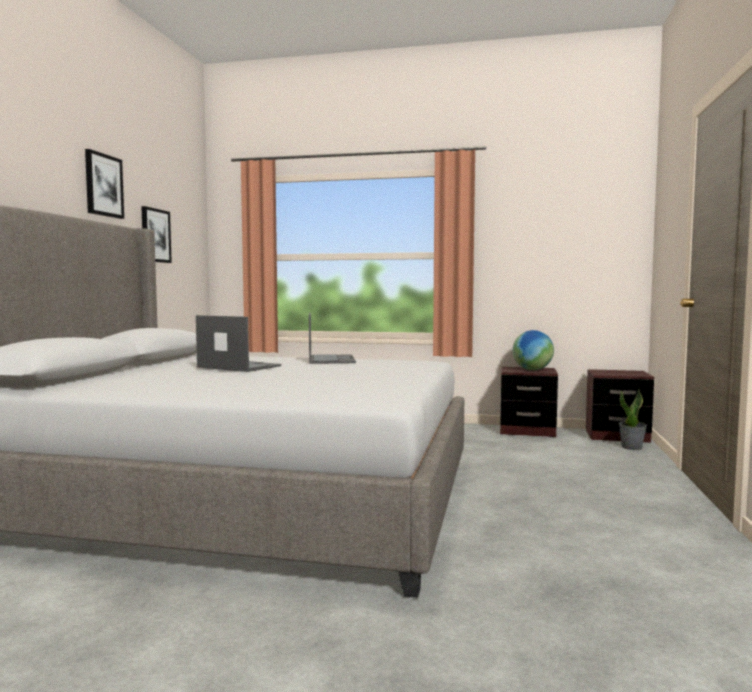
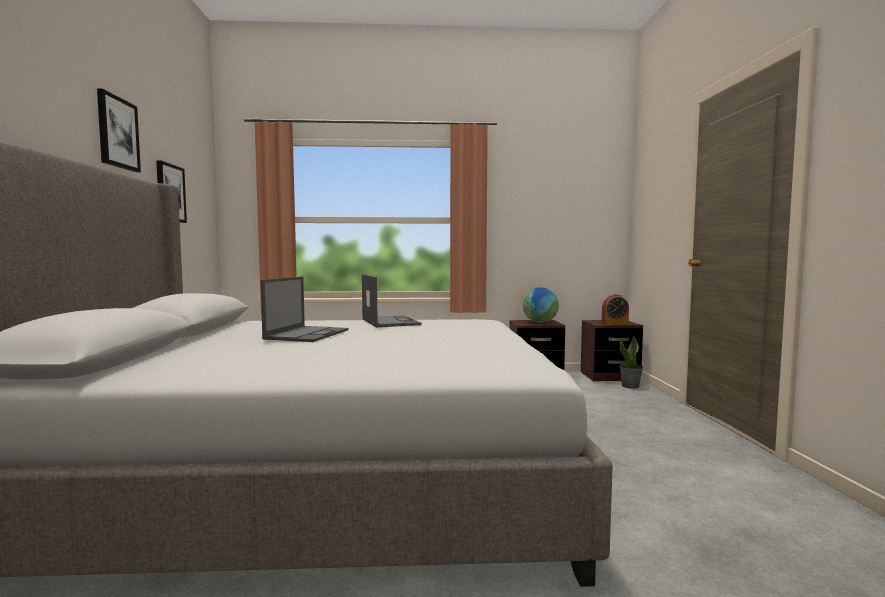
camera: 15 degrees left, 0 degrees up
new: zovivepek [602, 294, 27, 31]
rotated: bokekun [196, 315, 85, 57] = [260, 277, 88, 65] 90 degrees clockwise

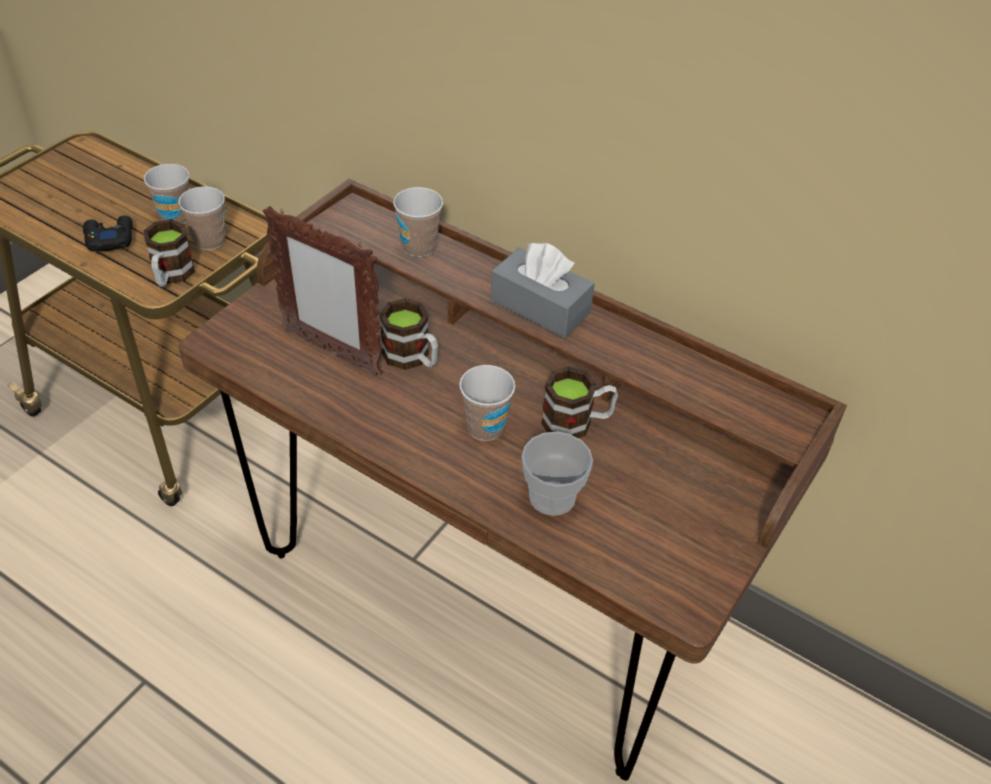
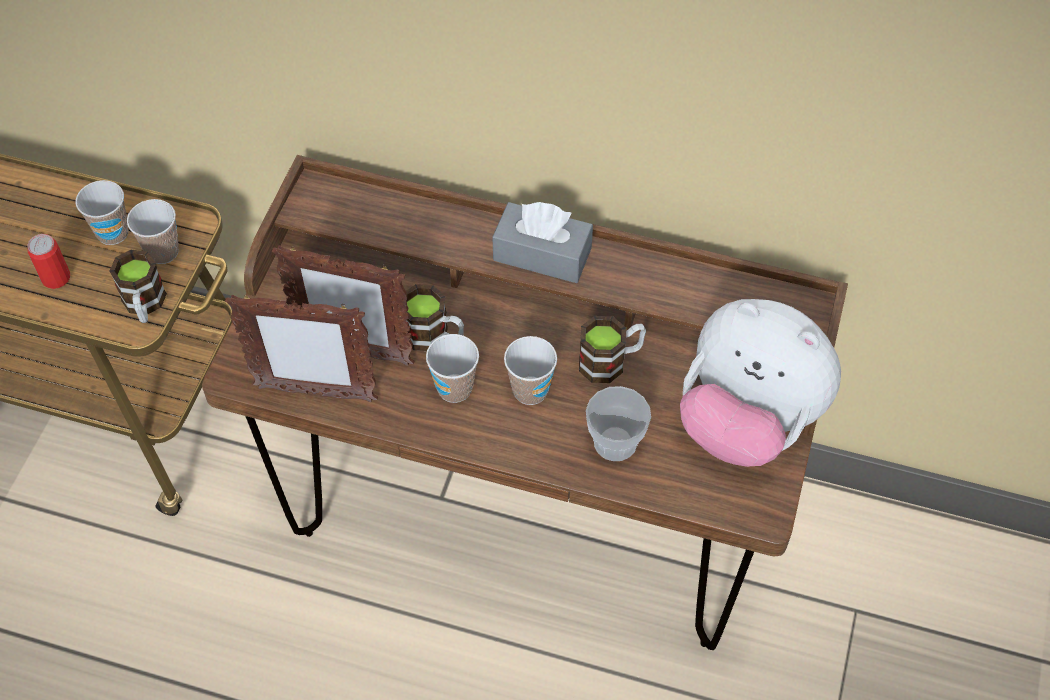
camera: 15 degrees left, 10 degrees up
new: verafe [225, 294, 153, 108]; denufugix [680, 299, 161, 168]
shifted: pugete [393, 187, 50, 70] to [426, 334, 53, 69]
swapped: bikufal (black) [83, 215, 50, 37] to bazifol [28, 234, 42, 55]

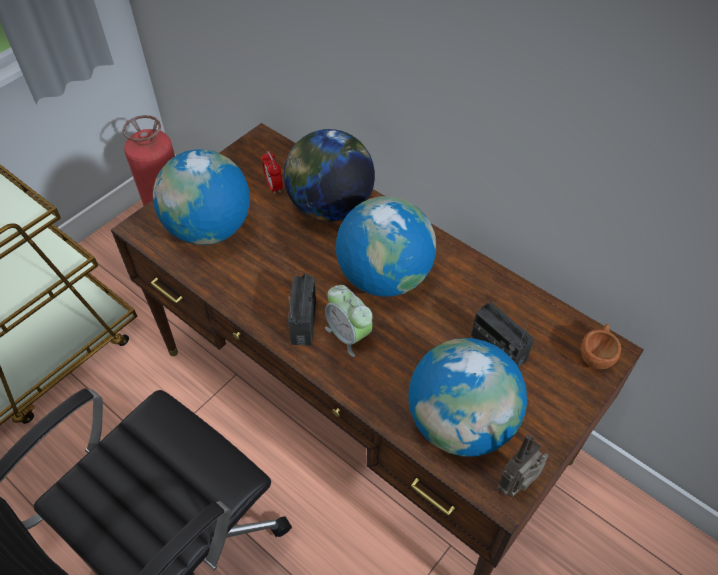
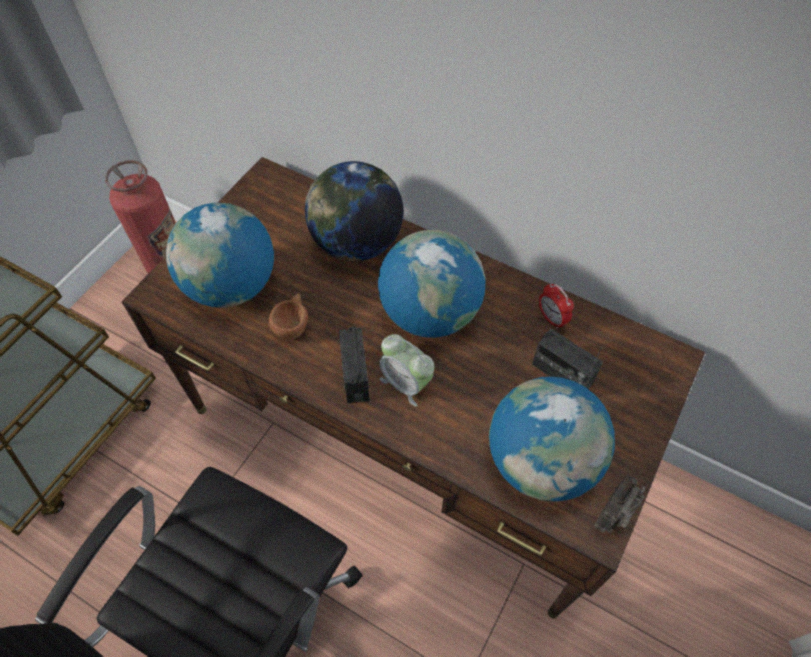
camera: 10 degrees left, 5 degrees up
shifted: zovivepek [261, 151, 22, 43] to [539, 283, 35, 46]; pugete (brown) [581, 324, 40, 45] to [269, 293, 39, 46]

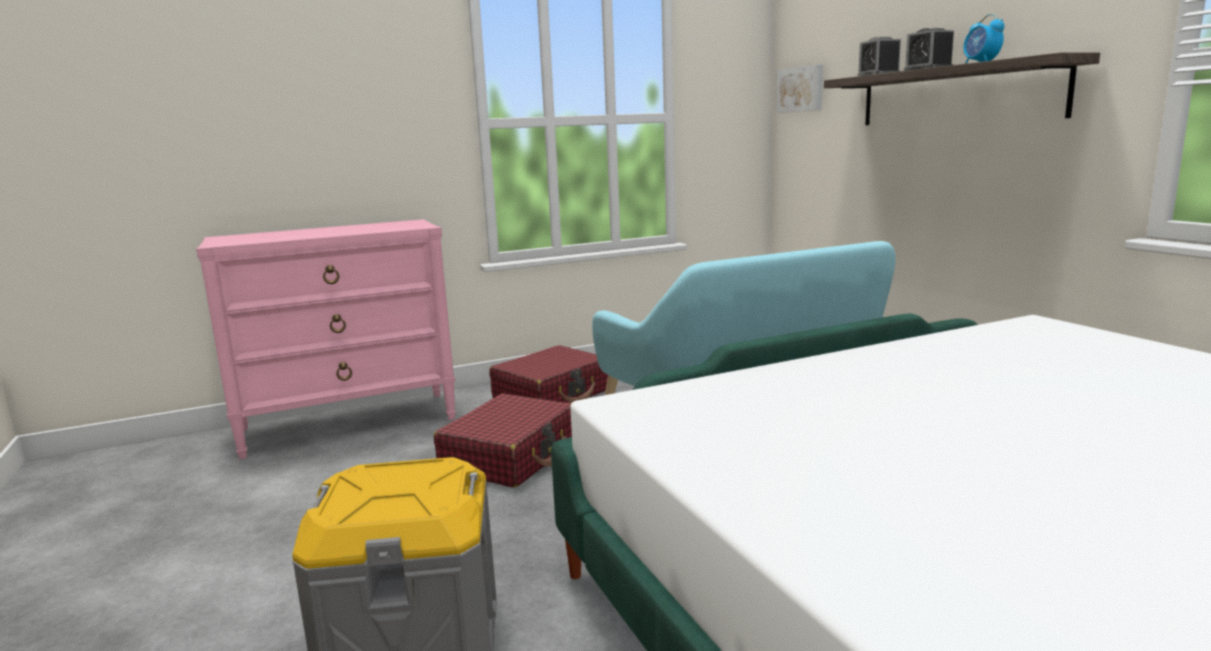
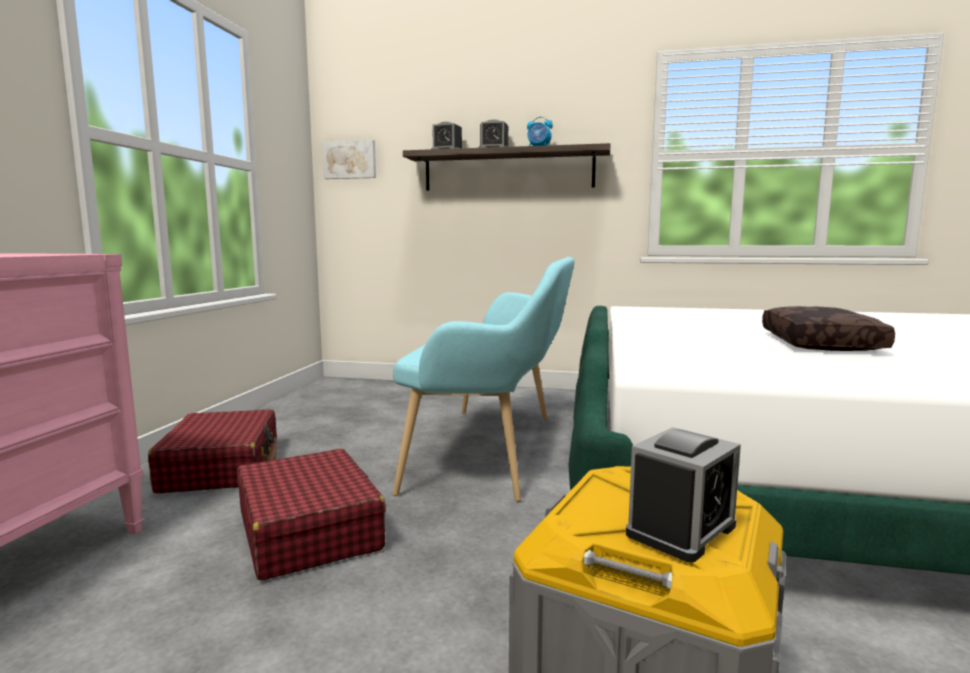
camera: 55 degrees left, 5 degrees down
new: zovivepek [626, 427, 115, 135]; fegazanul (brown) [762, 306, 133, 45]

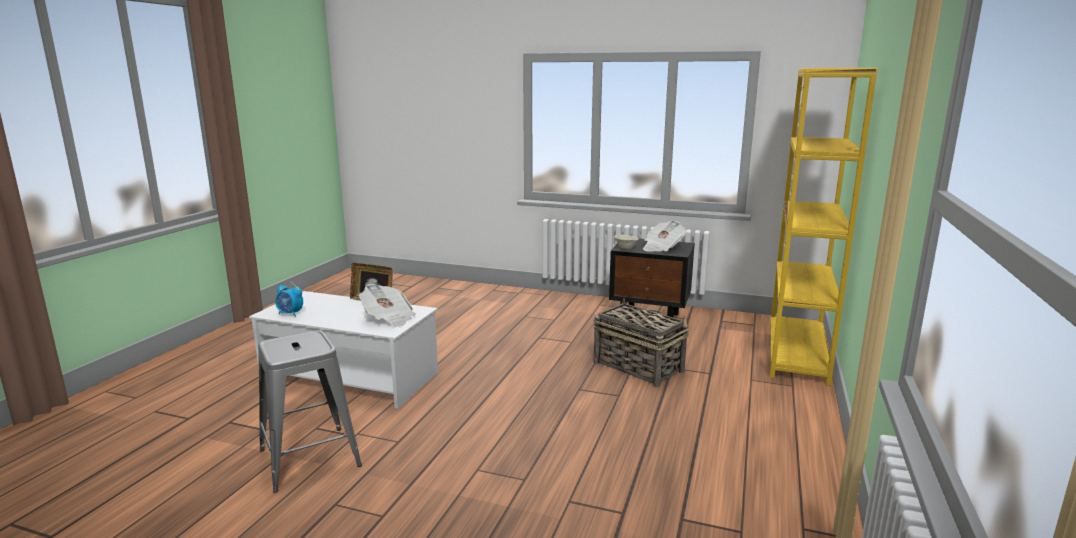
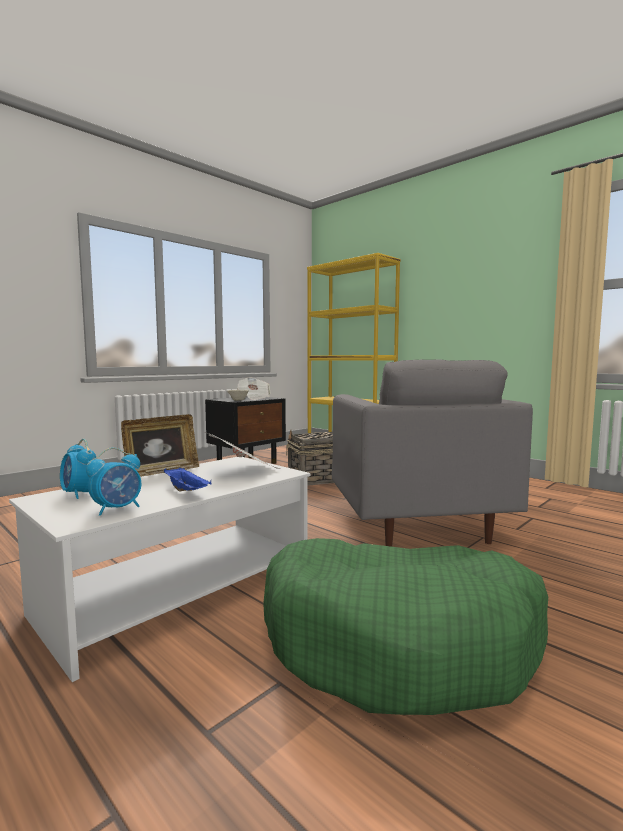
camera: 65 degrees left, 10 degrees down
new: zovivepek [60, 439, 36, 60]; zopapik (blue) [164, 468, 48, 24]; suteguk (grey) [332, 360, 201, 187]
swapped: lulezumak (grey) [258, 330, 104, 163] to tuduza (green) [263, 538, 285, 177]

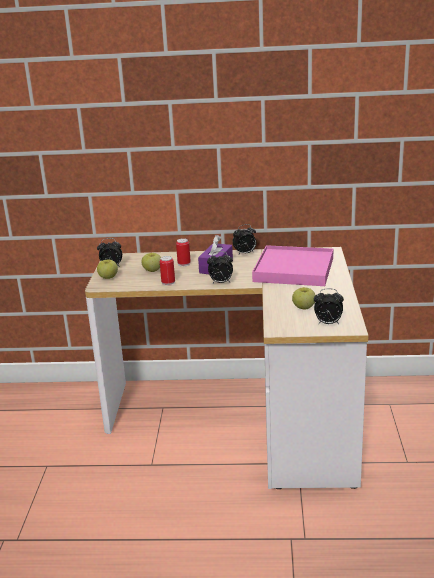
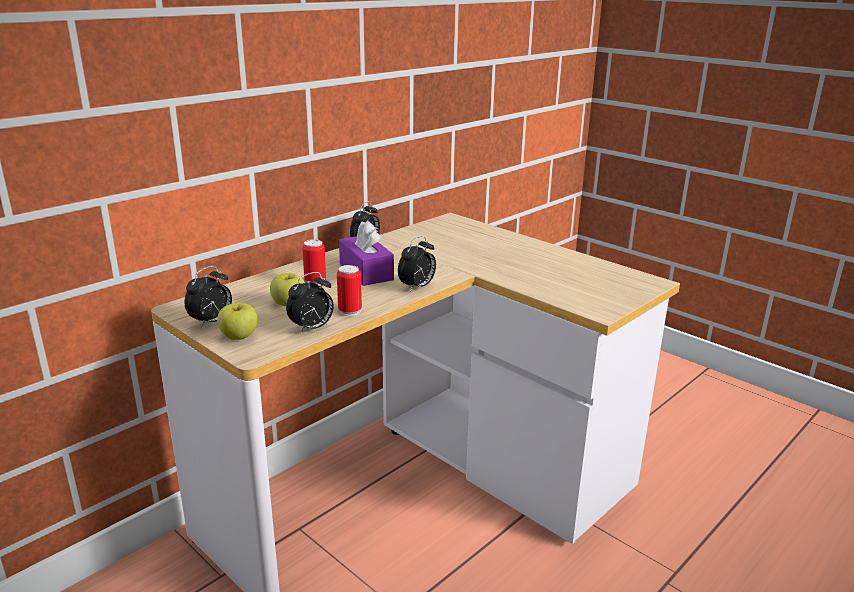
camera: 50 degrees left, 0 degrees up
gone: zopapik (pink) [252, 245, 81, 41]; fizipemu [292, 287, 24, 23]
shifted: zovivepek [314, 289, 30, 35] to [286, 272, 48, 62]

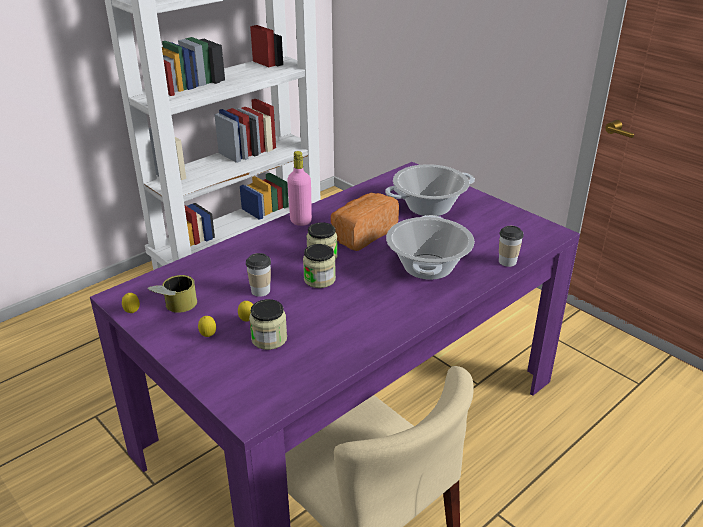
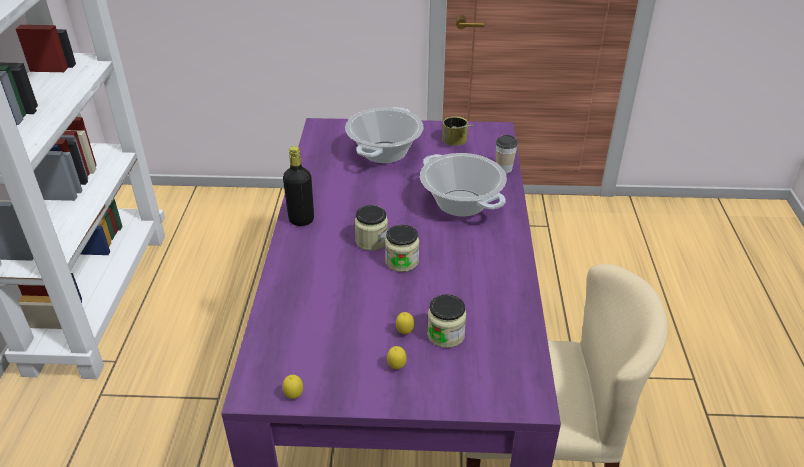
camera: 45 degrees left, 5 degrees up
gone: pugete [246, 253, 25, 44]; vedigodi [331, 193, 68, 58]
shifted: bazifol [148, 275, 49, 38] to [442, 116, 31, 30]
repainted: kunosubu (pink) [287, 151, 25, 75] to kunosubu (black) [283, 146, 31, 80]

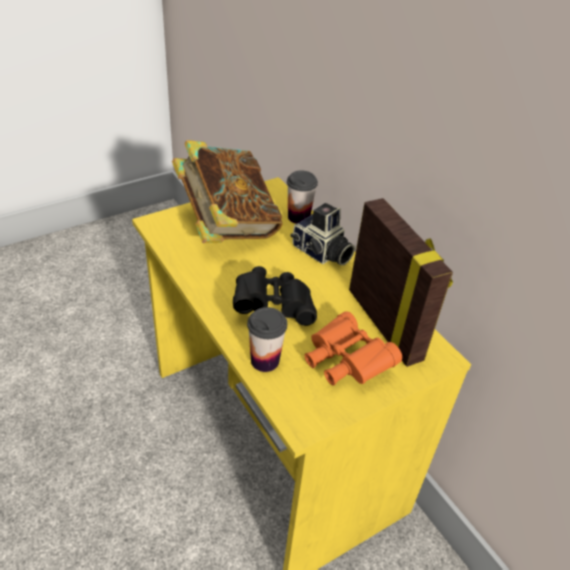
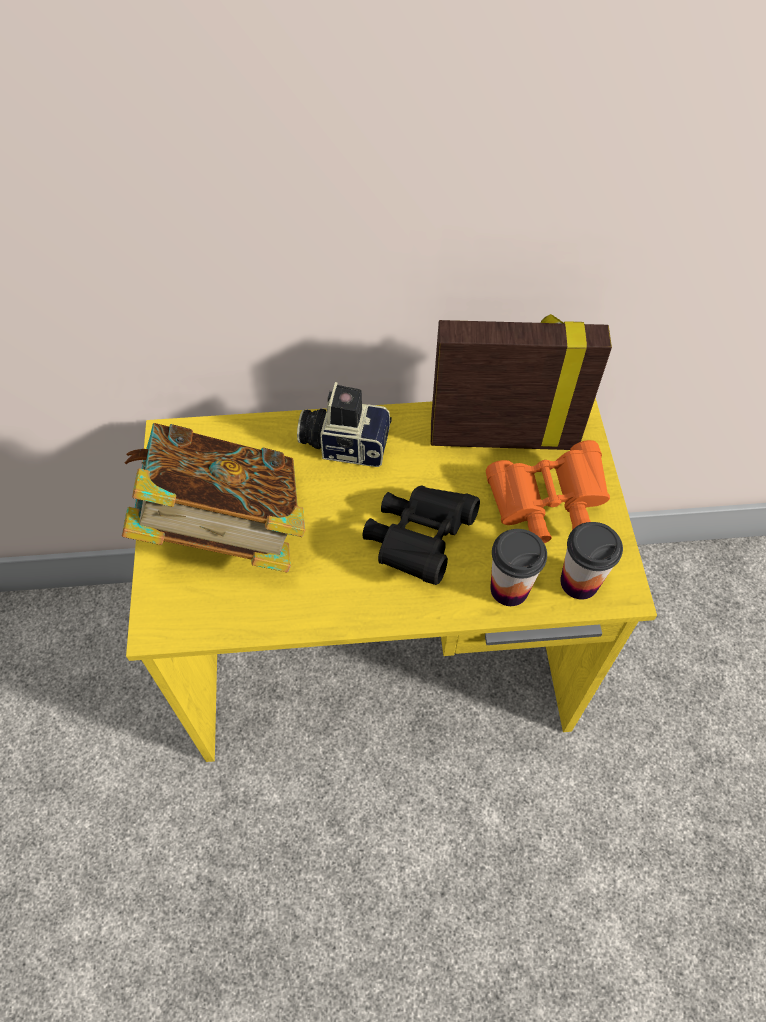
camera: 60 degrees left, 15 degrees up
shifted: pugete [287, 171, 31, 53] to [560, 522, 63, 77]
rotated: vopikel [290, 203, 65, 62] = [297, 382, 95, 85] 150 degrees counterclockwise

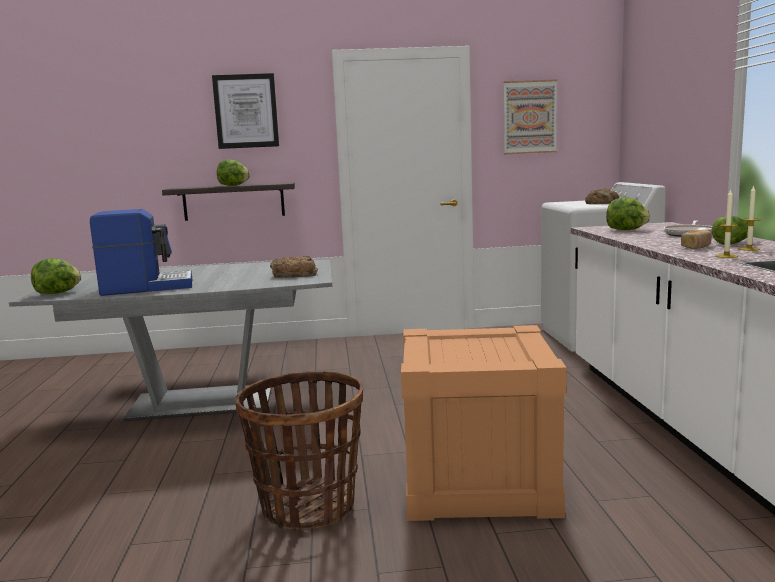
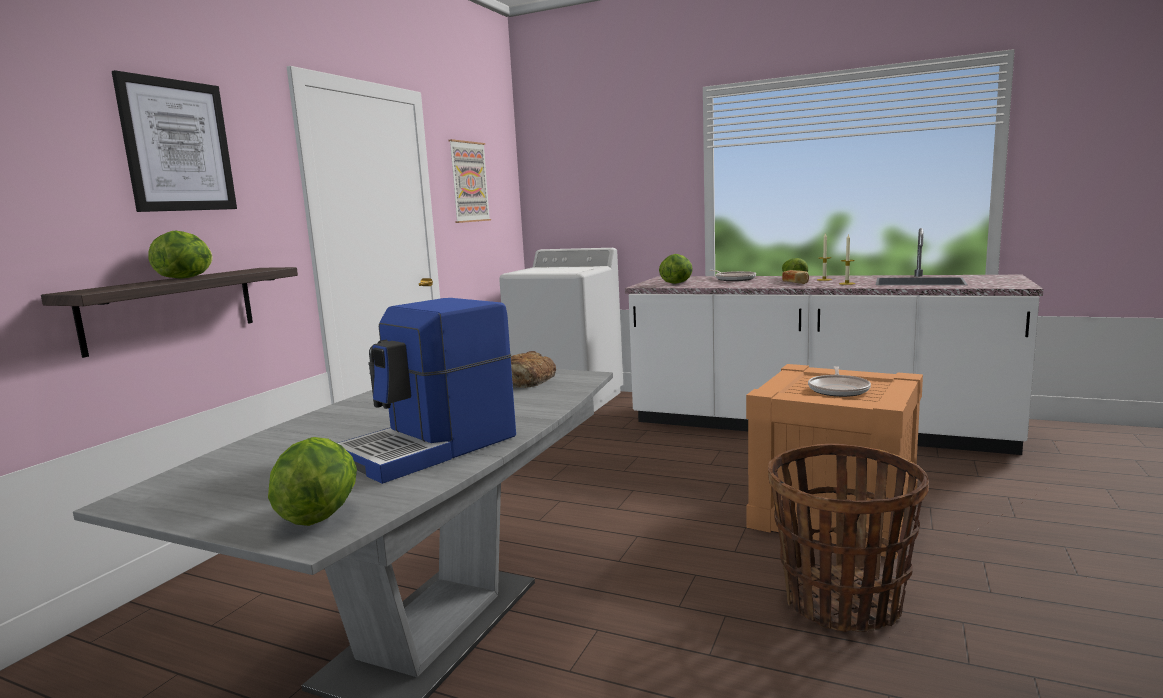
camera: 60 degrees left, 0 degrees up
gone: vedigodi [585, 188, 34, 16]
new: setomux [808, 366, 63, 31]
rotated: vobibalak [90, 209, 102, 87] = [337, 298, 179, 186] 150 degrees counterclockwise

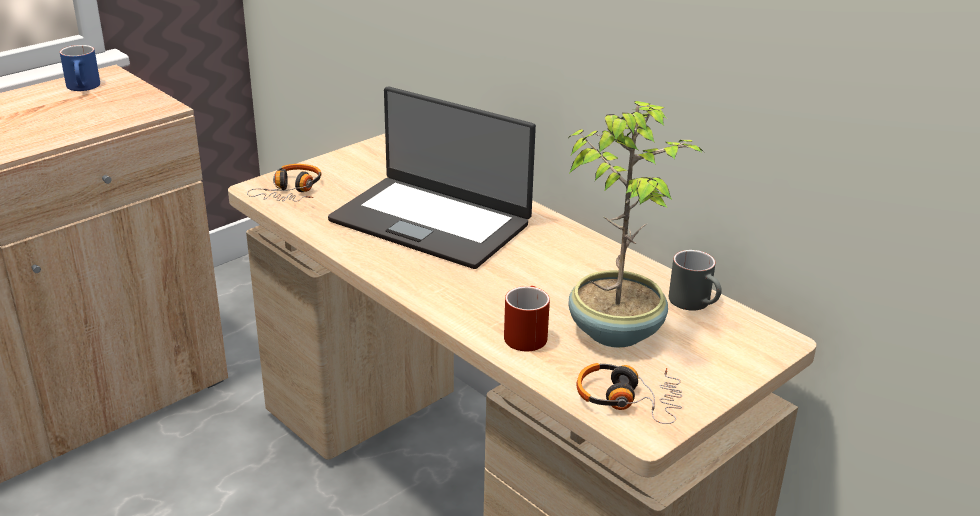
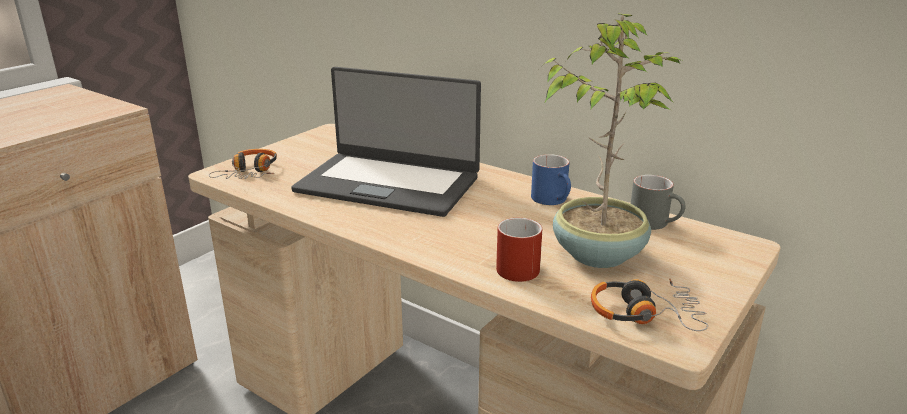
camera: 10 degrees left, 5 degrees down
shifted: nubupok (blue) [60, 45, 40, 46] to [531, 154, 40, 51]

